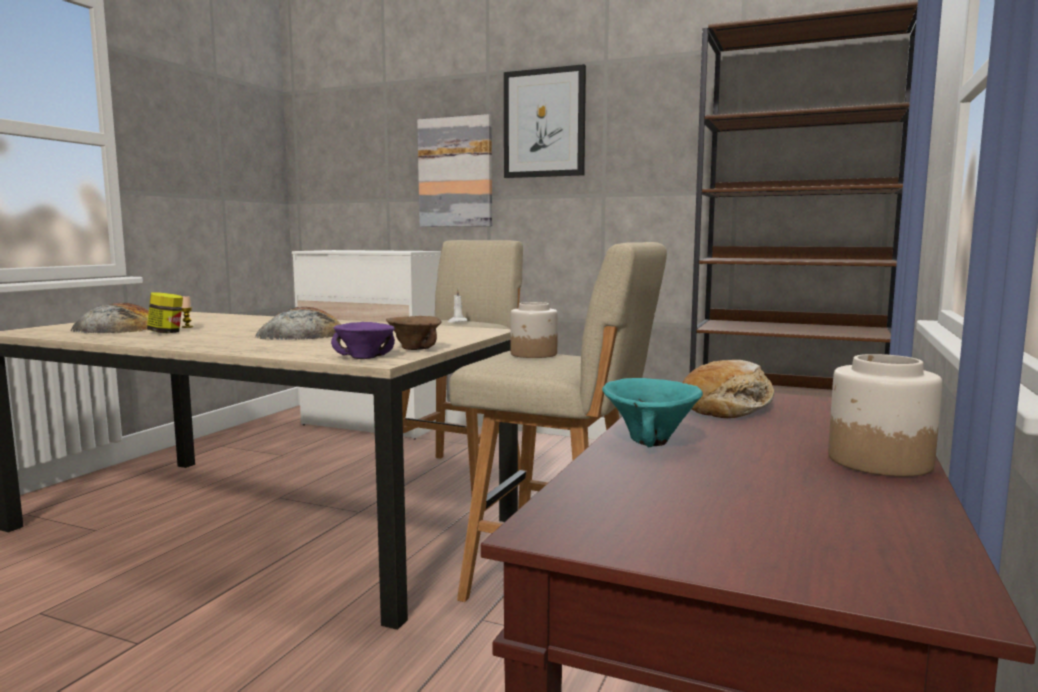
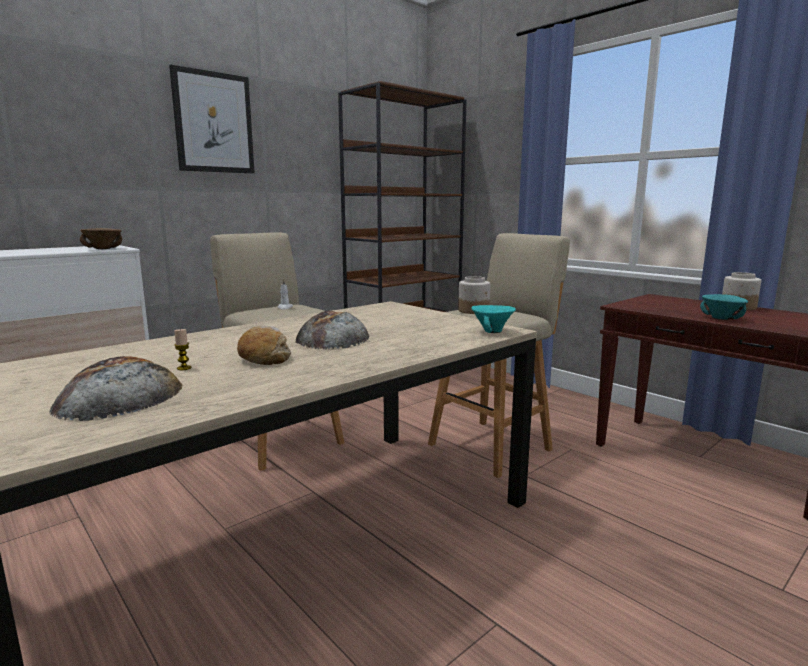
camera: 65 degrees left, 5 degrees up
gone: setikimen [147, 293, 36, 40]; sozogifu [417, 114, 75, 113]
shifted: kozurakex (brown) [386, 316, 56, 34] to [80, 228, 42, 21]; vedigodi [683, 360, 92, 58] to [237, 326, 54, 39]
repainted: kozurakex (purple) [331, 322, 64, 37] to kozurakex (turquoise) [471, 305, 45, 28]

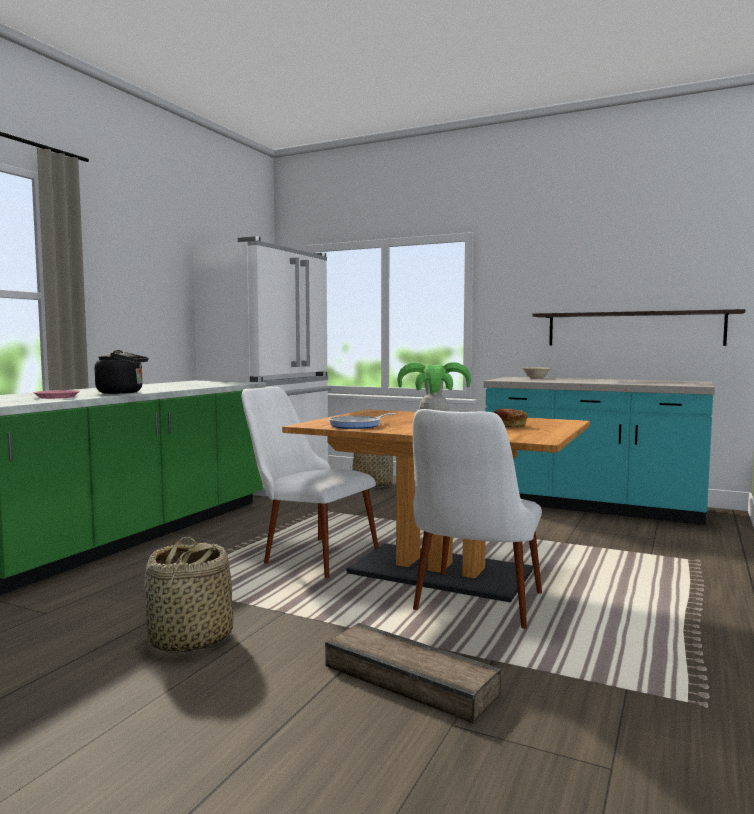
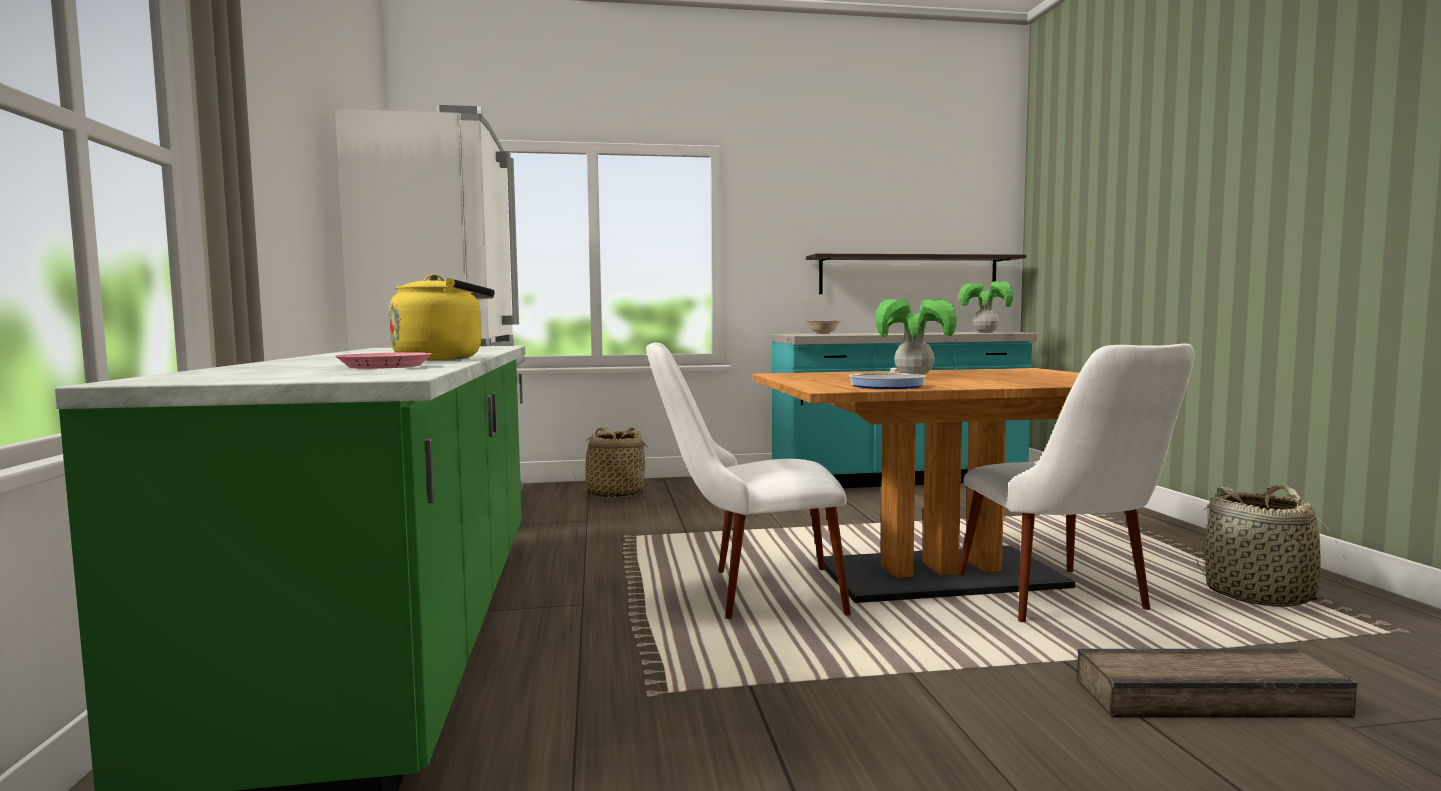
camera: 35 degrees left, 0 degrees up
gone: vedigodi [493, 408, 35, 19]
new: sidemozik [959, 281, 54, 52]
shifted: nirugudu [145, 537, 88, 116] to [1195, 484, 151, 123]
repainted: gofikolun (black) [95, 350, 53, 44] to gofikolun (yellow) [389, 274, 106, 86]

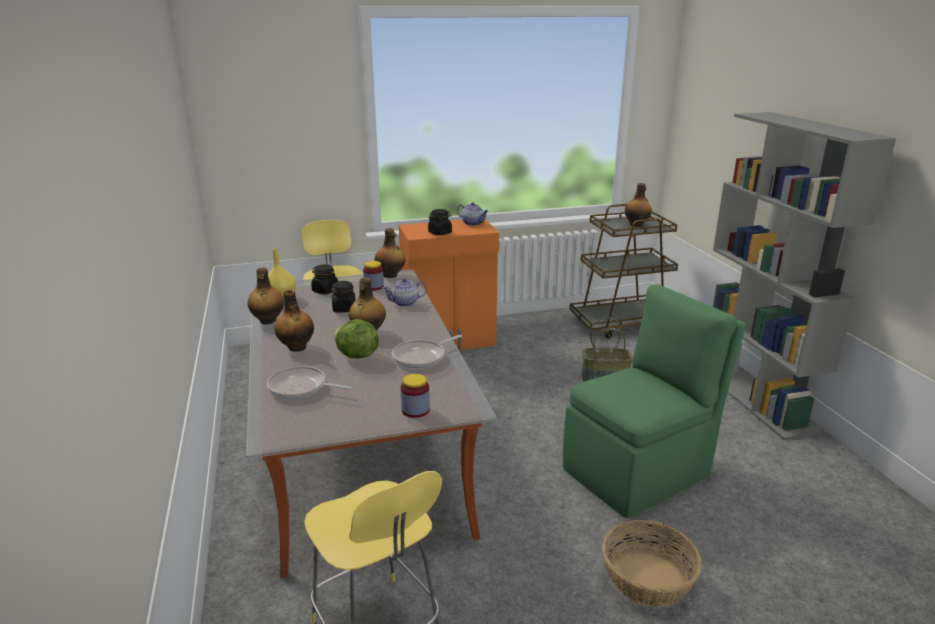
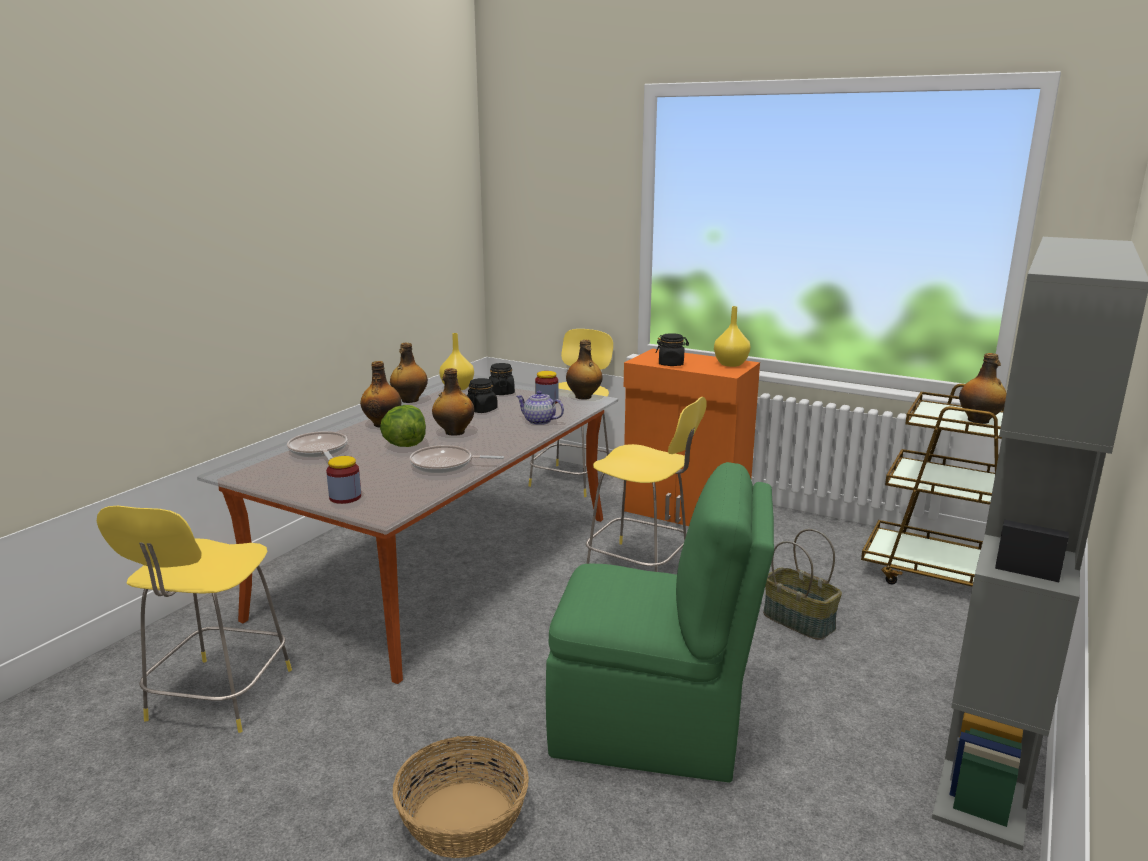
camera: 45 degrees right, 5 degrees down
new: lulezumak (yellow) [586, 397, 121, 175]
swapped: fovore [457, 202, 32, 24] to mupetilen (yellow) [714, 306, 36, 61]

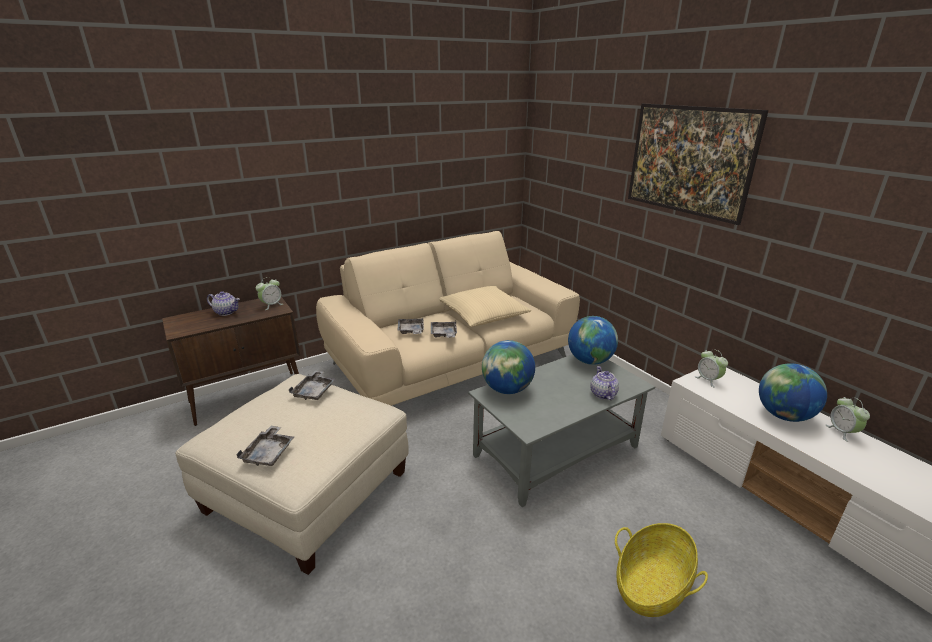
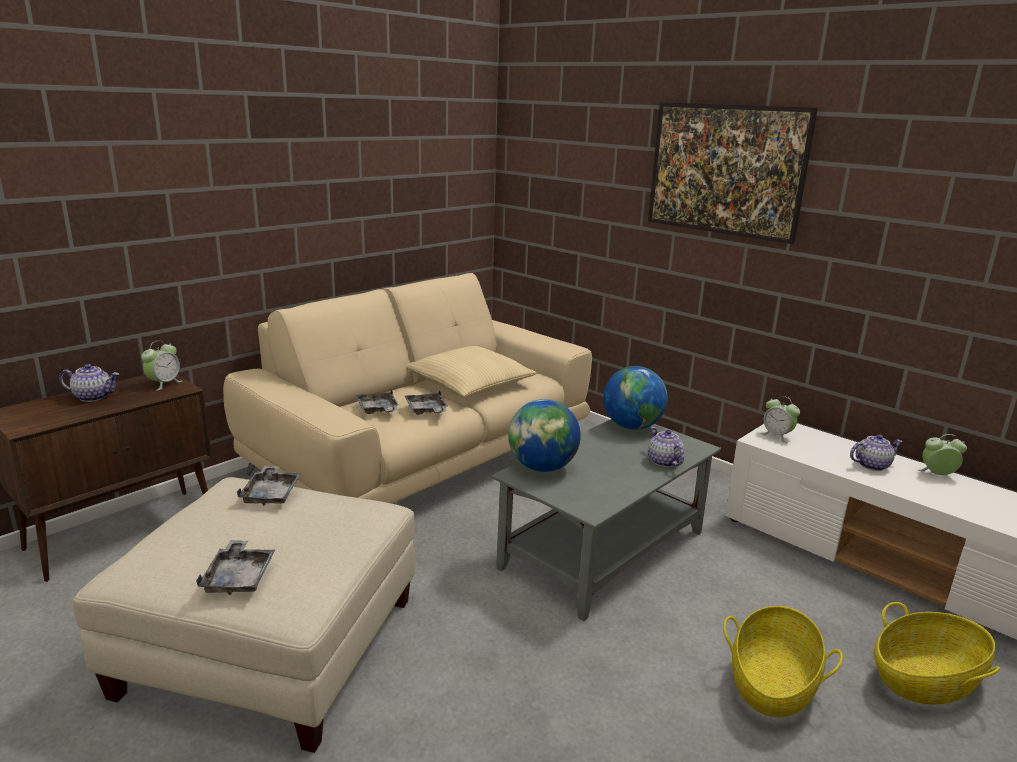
camera: 15 degrees left, 5 degrees down
new: nirugudu [874, 602, 126, 103]
swapped: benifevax [759, 363, 68, 59] to fovore [850, 434, 53, 37]
rotated: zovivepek [826, 397, 44, 45] = [918, 434, 49, 41] 120 degrees clockwise

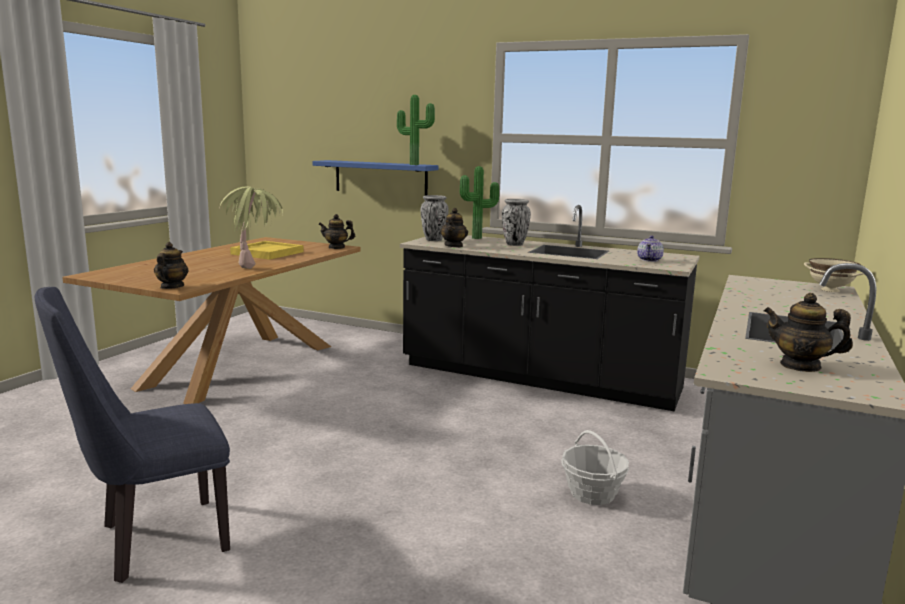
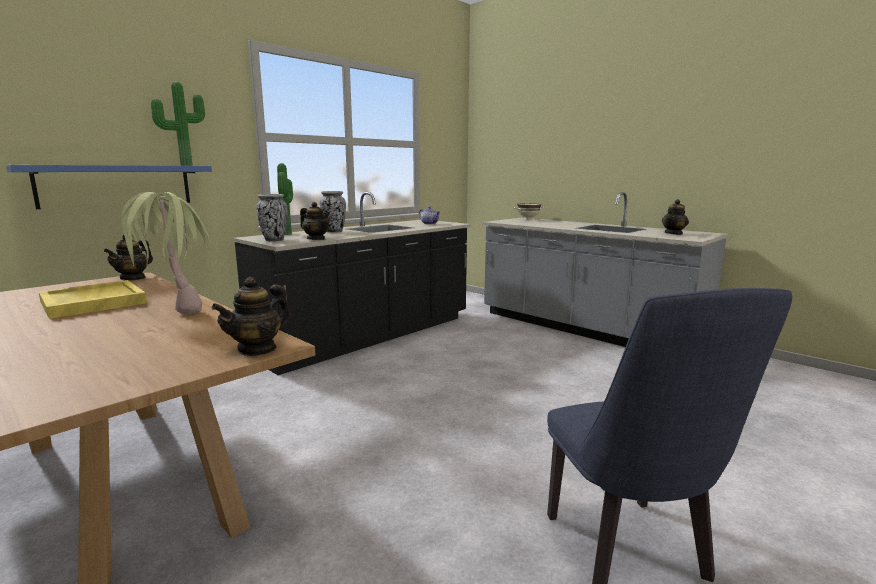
camera: 70 degrees left, 0 degrees up
gone: nirugudu [561, 430, 68, 75]
rotated: fovore [154, 242, 35, 47] = [212, 277, 79, 79] 75 degrees counterclockwise

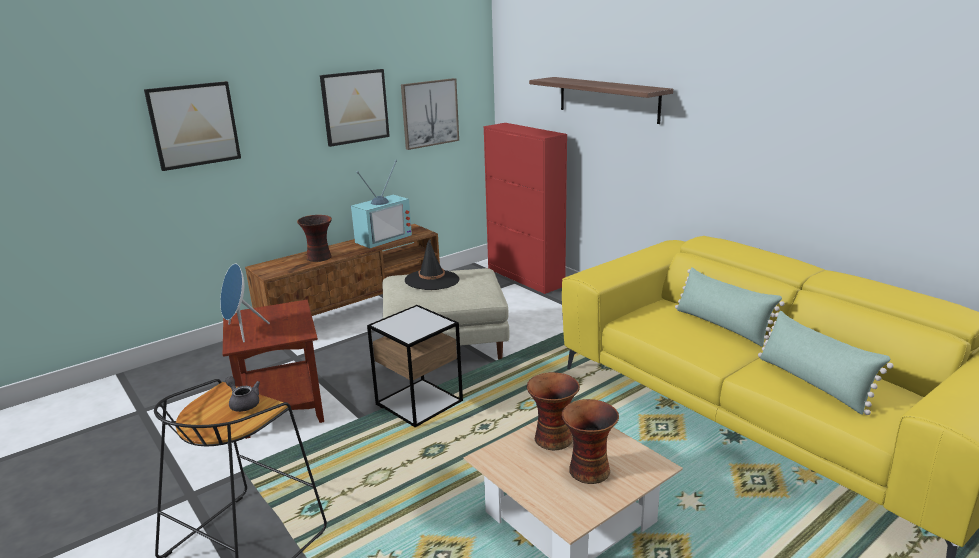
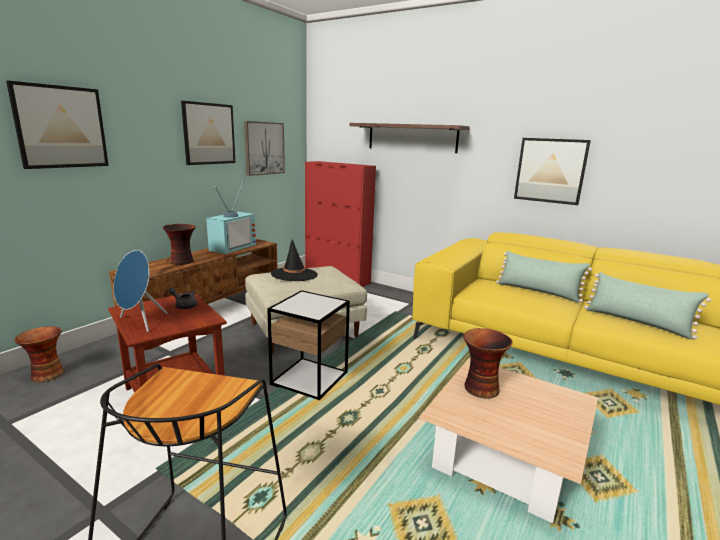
camera: 20 degrees left, 5 degrees down
new: sozogifu [514, 138, 77, 67]
shifted: fovore (grey) [225, 376, 35, 36] to [169, 288, 28, 21]; mupetilen [562, 399, 57, 85] to [15, 326, 49, 56]

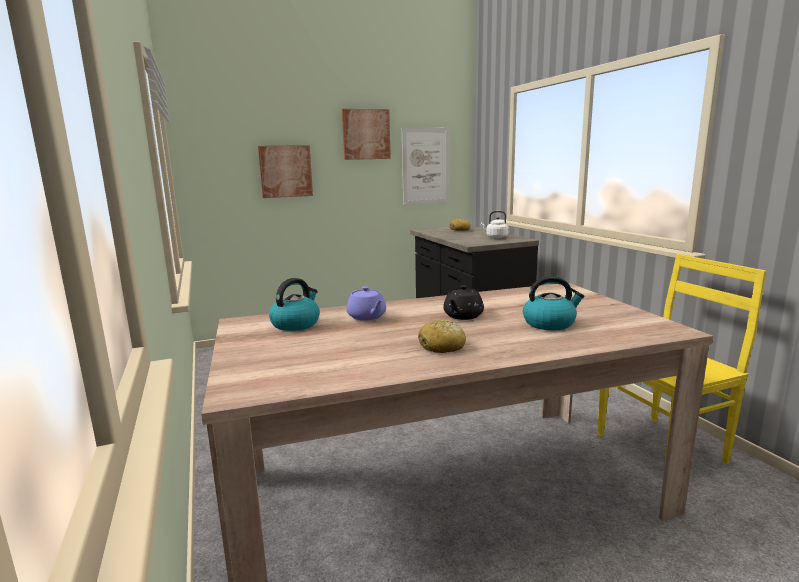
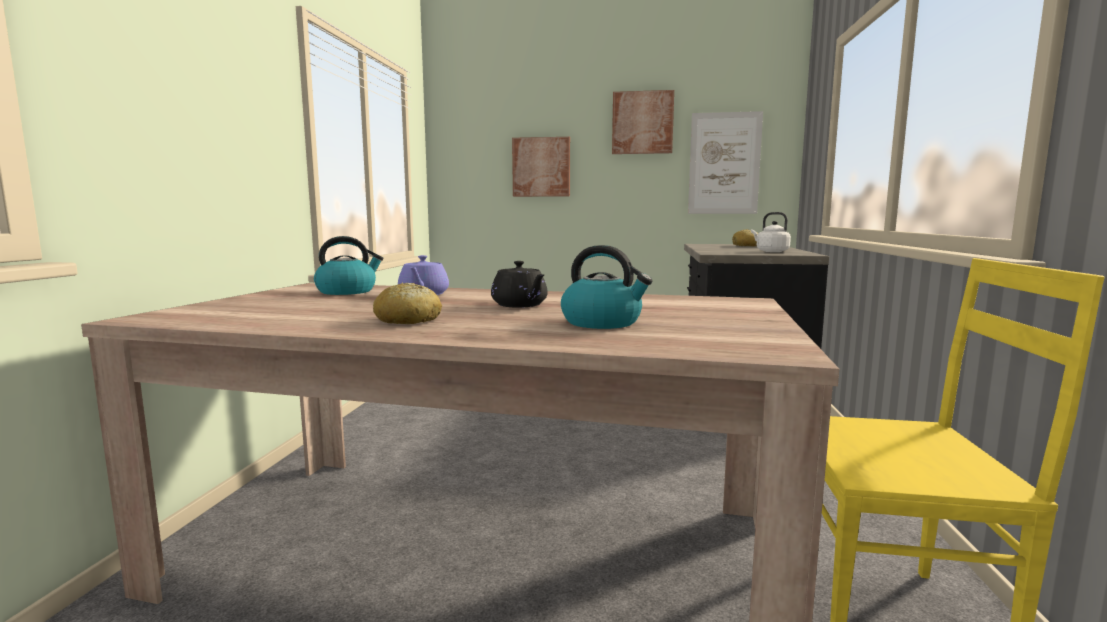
camera: 30 degrees right, 5 degrees down
rotated: fovore (black) [443, 285, 41, 35] = [491, 261, 57, 47] 90 degrees counterclockwise

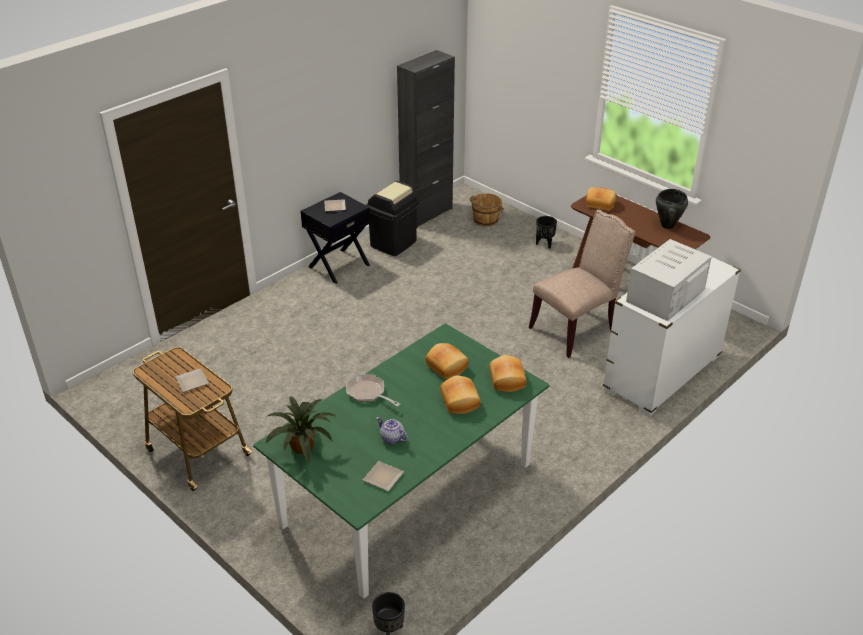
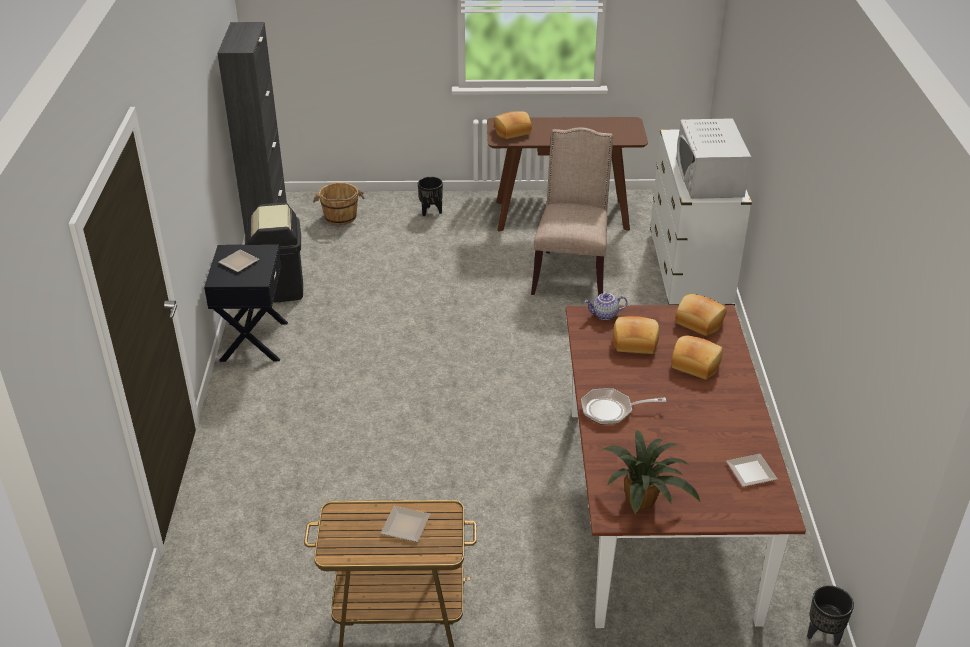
camera: 45 degrees left, 0 degrees up
gone: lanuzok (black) [656, 189, 32, 40]
shifted: fovore [376, 417, 32, 27] to [585, 293, 43, 27]
repainted: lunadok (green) [253, 323, 296, 276] to lunadok (brown) [566, 305, 240, 323]

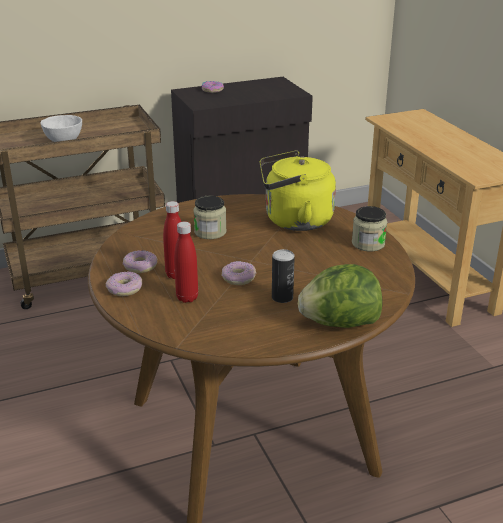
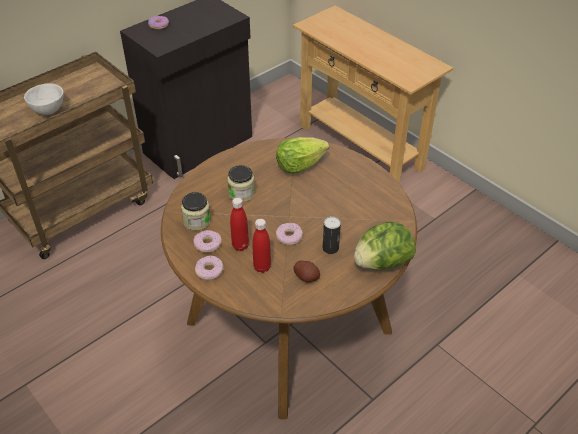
camera: 20 degrees left, 15 degrees up
new: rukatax [293, 261, 27, 22]
shifted: setikimen [352, 206, 35, 45] to [181, 192, 30, 39]
swapped: gofikolun (yellow) [260, 150, 76, 81] to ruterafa [276, 137, 53, 37]

